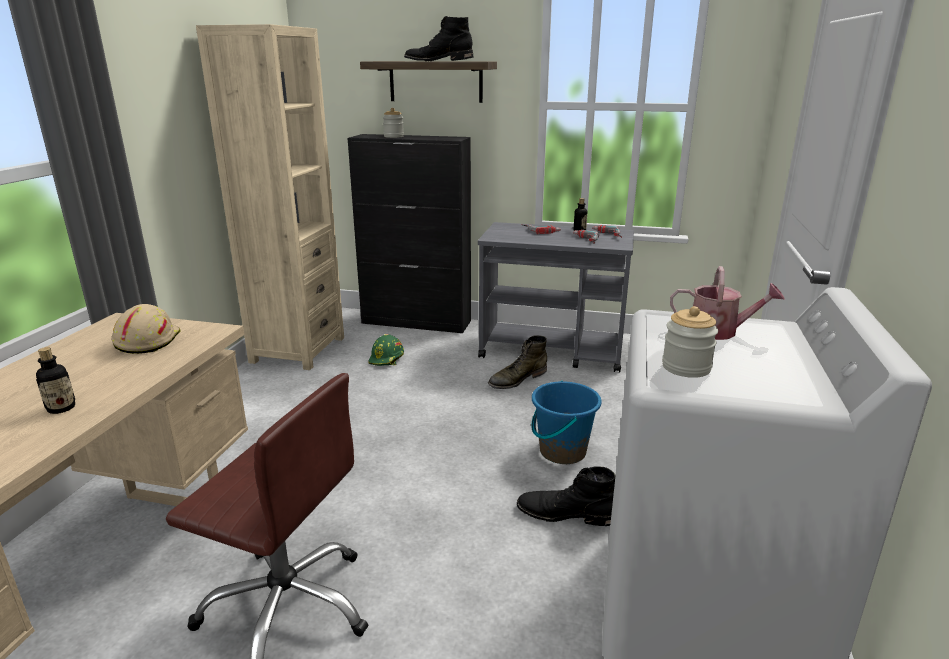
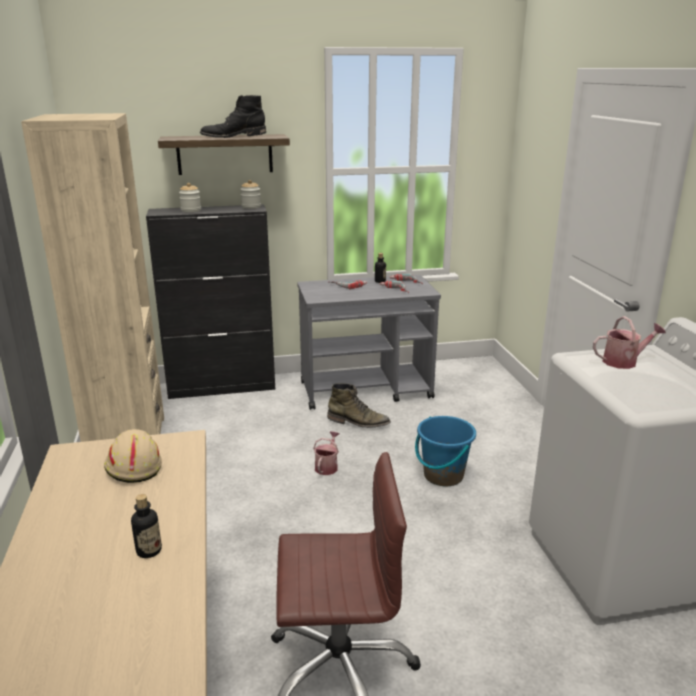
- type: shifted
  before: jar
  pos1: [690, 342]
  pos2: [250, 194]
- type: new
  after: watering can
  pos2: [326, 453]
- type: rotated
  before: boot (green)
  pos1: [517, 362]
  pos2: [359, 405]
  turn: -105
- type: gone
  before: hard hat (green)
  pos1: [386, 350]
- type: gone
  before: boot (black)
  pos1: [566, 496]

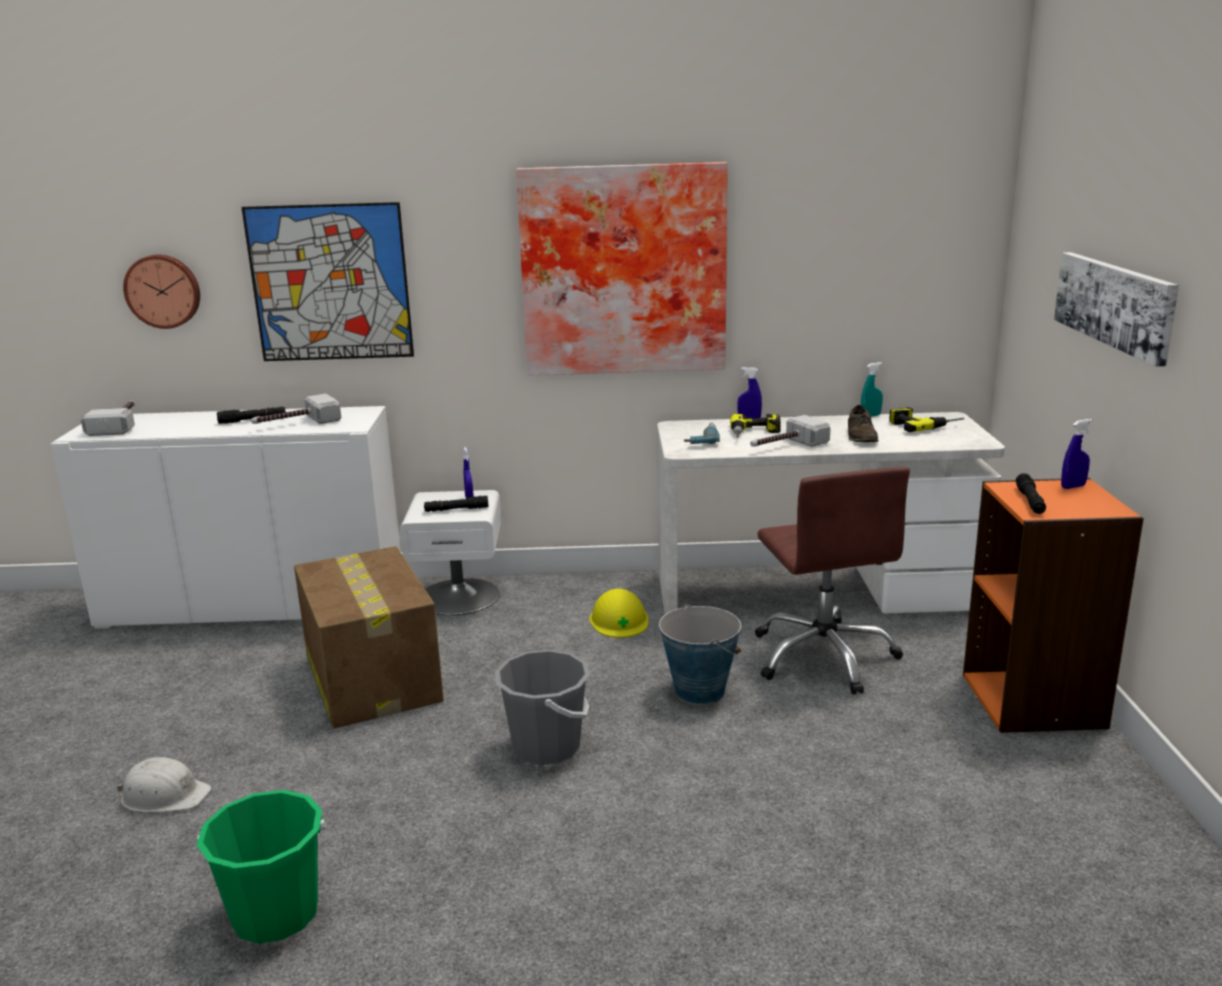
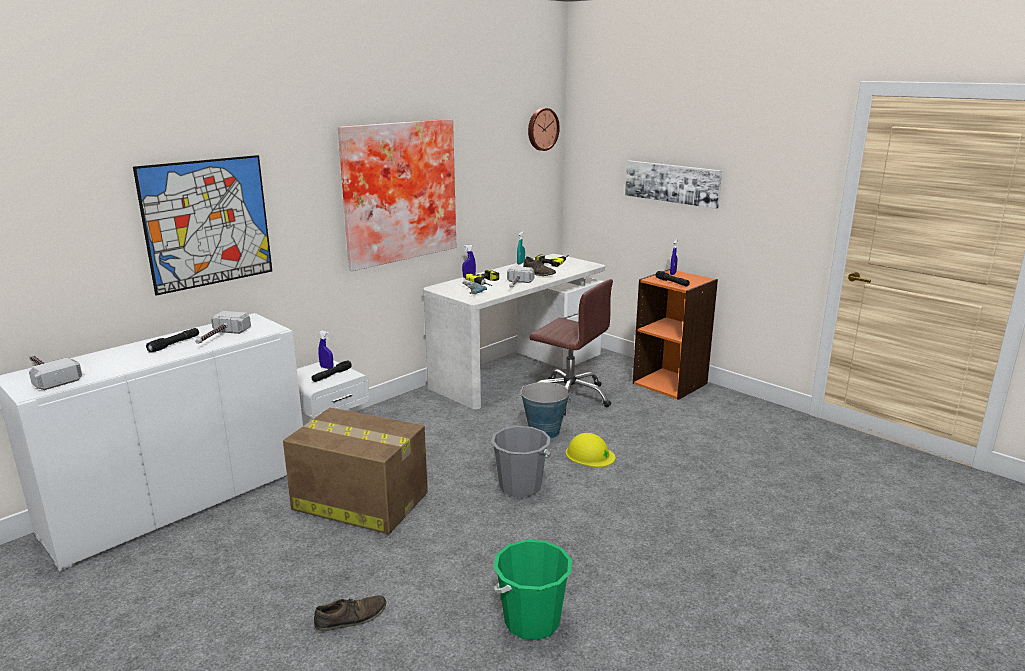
- type: swapped
  before: hard hat (white)
  after: shoe (brown)
  pos1: [164, 785]
  pos2: [350, 613]
- type: shifted
  before: wall clock
  pos1: [161, 292]
  pos2: [544, 129]
- type: shifted
  before: hard hat (yellow)
  pos1: [619, 613]
  pos2: [591, 450]

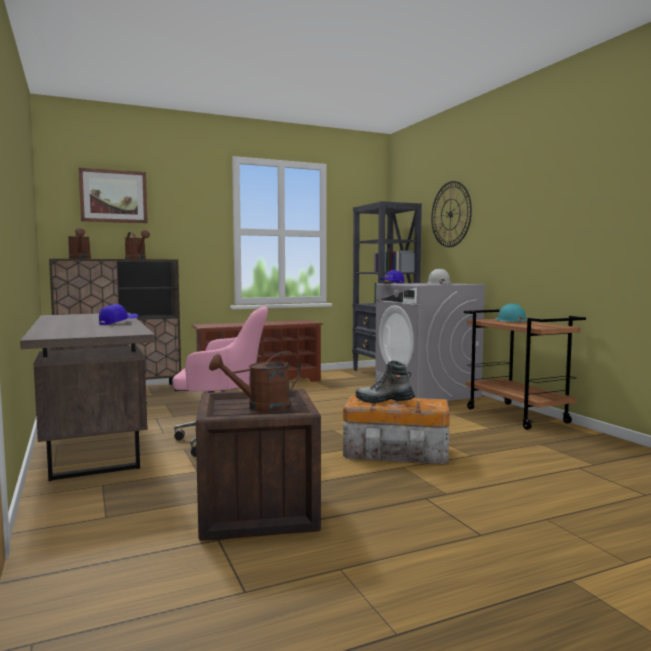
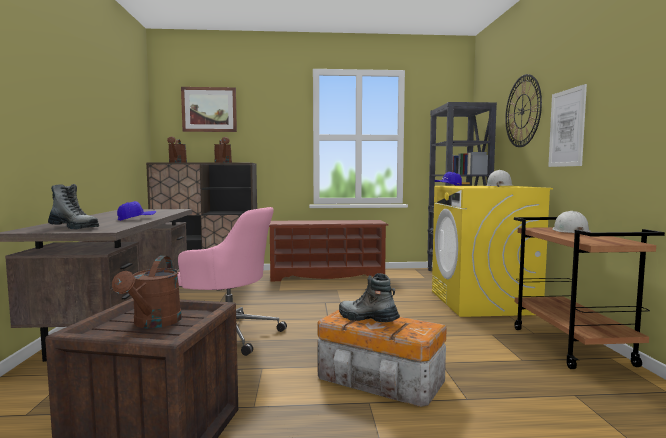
- type: new
  after: boot
  pos2: [73, 206]
- type: rotated
  before: watering can (brown)
  pos1: [255, 381]
  pos2: [147, 292]
  turn: -90
- type: repainted
  before: washing machine (grey)
  after: washing machine (yellow)
  pos1: [431, 342]
  pos2: [492, 251]
- type: new
  after: picture
  pos2: [567, 125]
- type: repainted
  before: hard hat (turquoise)
  after: hard hat (white)
  pos1: [511, 313]
  pos2: [571, 222]

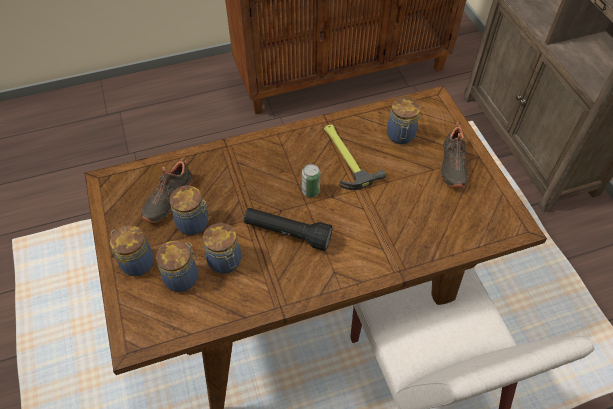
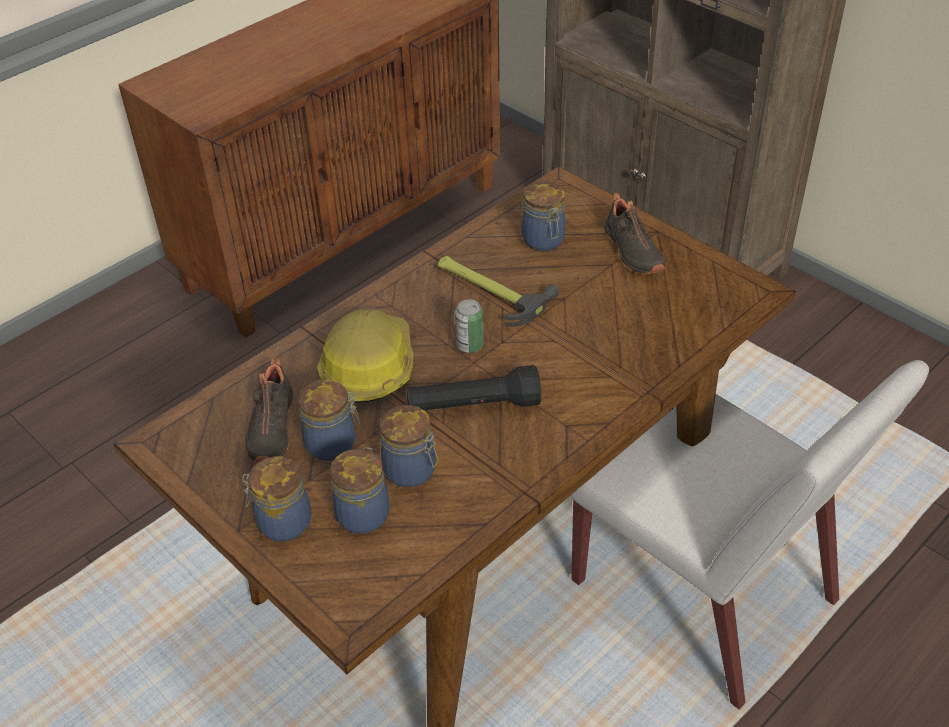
- type: new
  after: hard hat
  pos2: [365, 355]

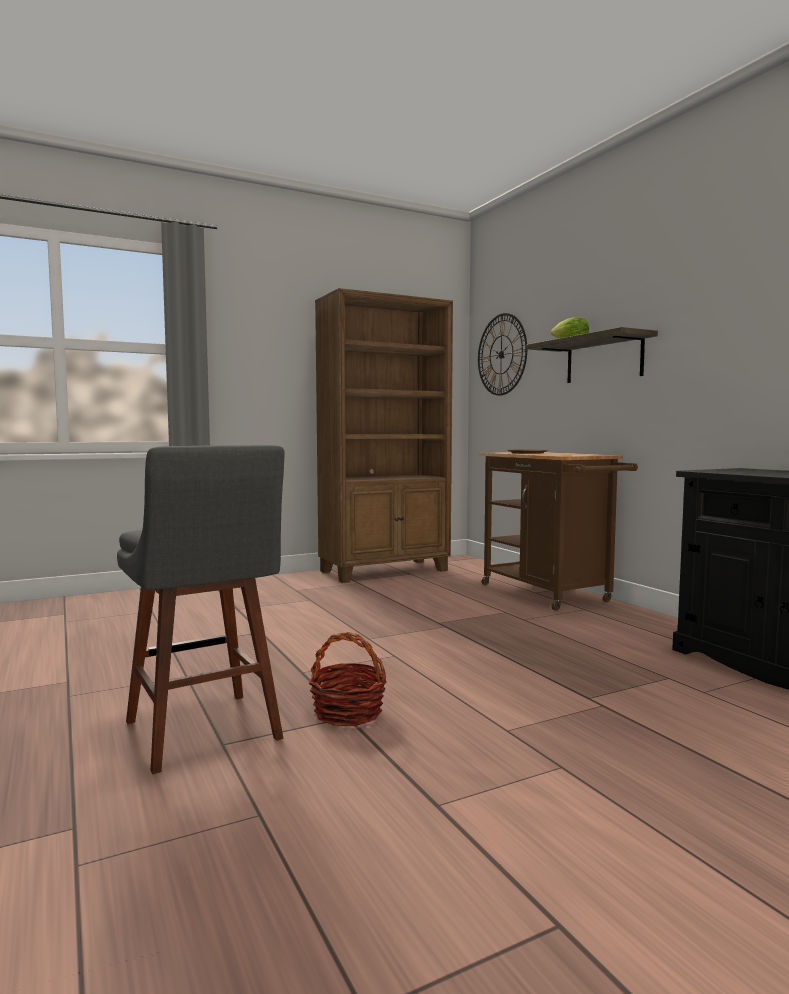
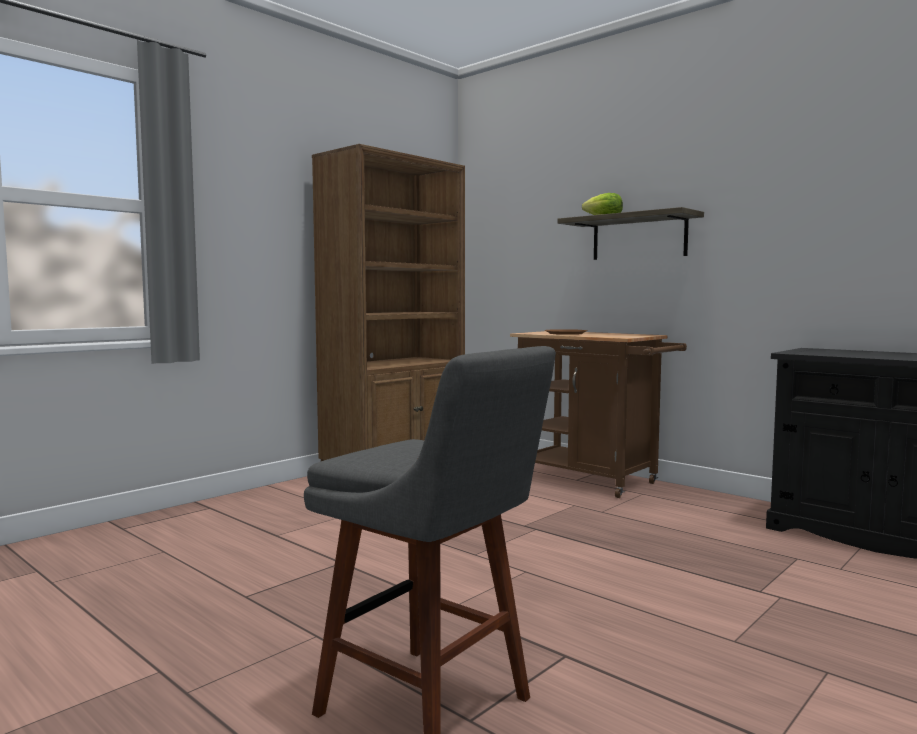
- type: gone
  before: basket
  pos1: [348, 679]
- type: gone
  before: wall clock
  pos1: [502, 354]

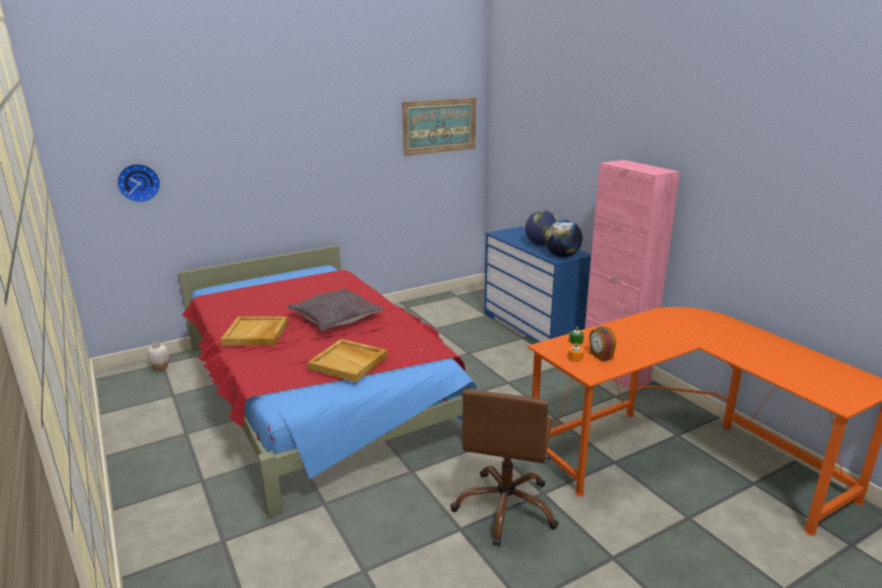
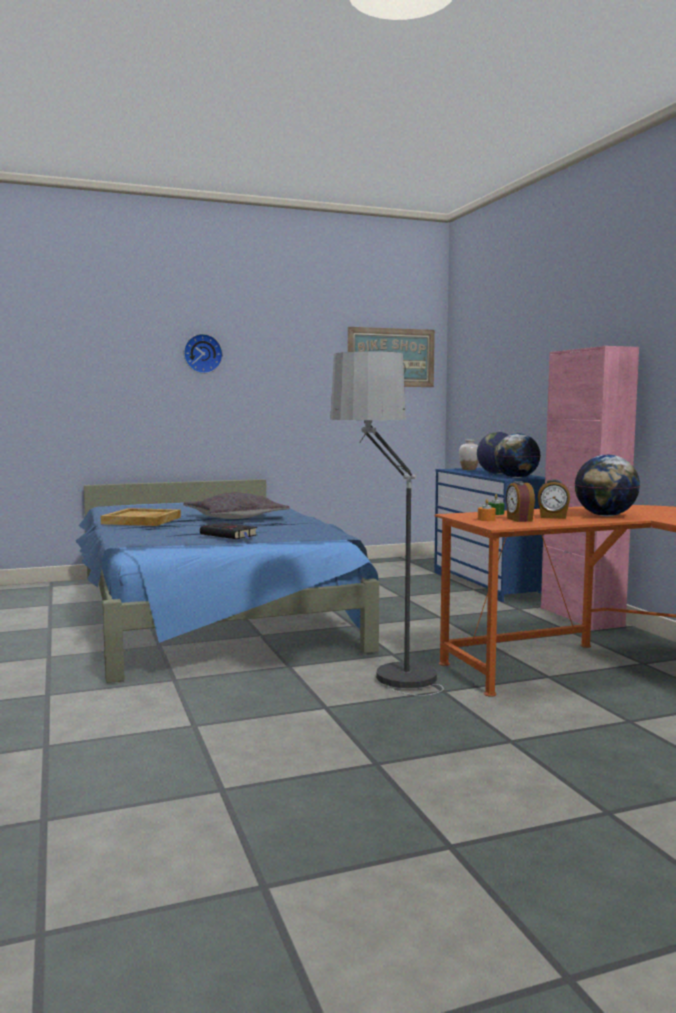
- type: repainted
  before: bed (red)
  after: bed (blue)
  pos1: [327, 381]
  pos2: [227, 581]
- type: shifted
  before: wall clock
  pos1: [139, 183]
  pos2: [203, 354]
- type: swapped
  before: tray (beige)
  after: book (black)
  pos1: [347, 360]
  pos2: [228, 531]
- type: swapped
  before: office chair (brown)
  after: floor lamp
  pos1: [505, 468]
  pos2: [387, 523]
- type: shifted
  before: vase (white)
  pos1: [158, 356]
  pos2: [469, 455]
- type: new
  after: alarm clock
  pos2: [554, 499]
- type: new
  after: globe
  pos2: [607, 485]

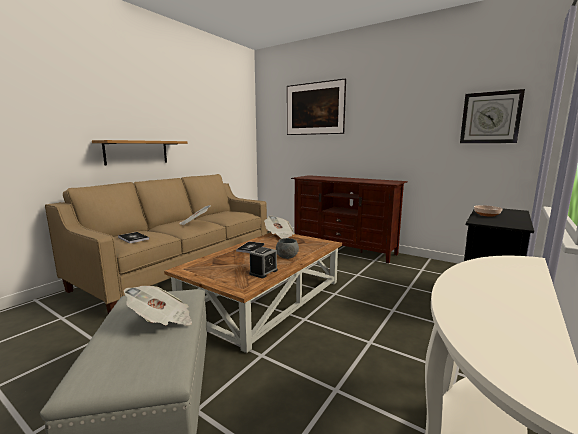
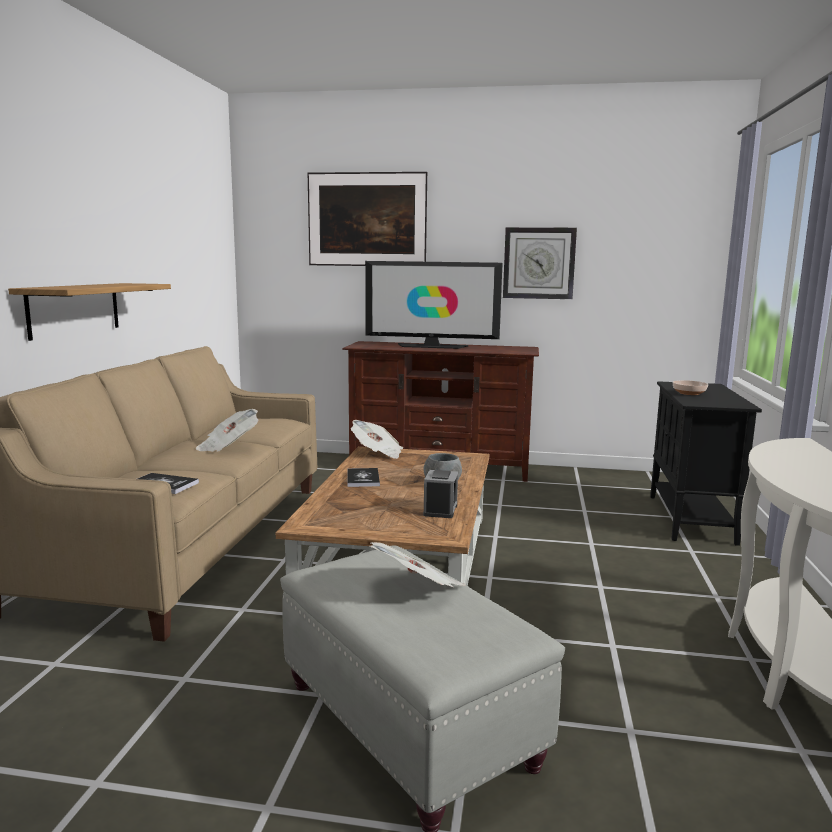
- type: new
  after: television
  pos2: [434, 305]
- type: shifted
  before: wall clock
  pos1: [492, 116]
  pos2: [540, 263]

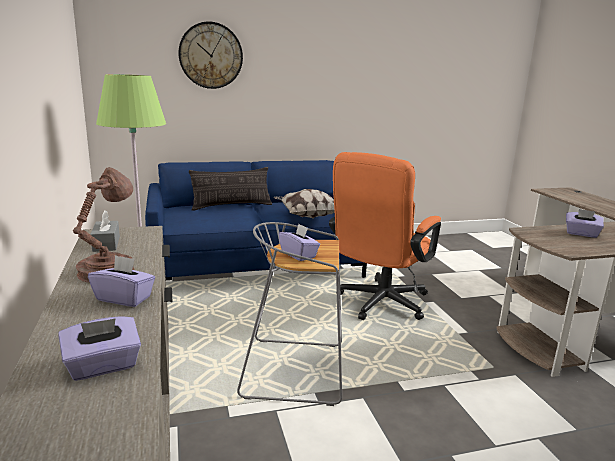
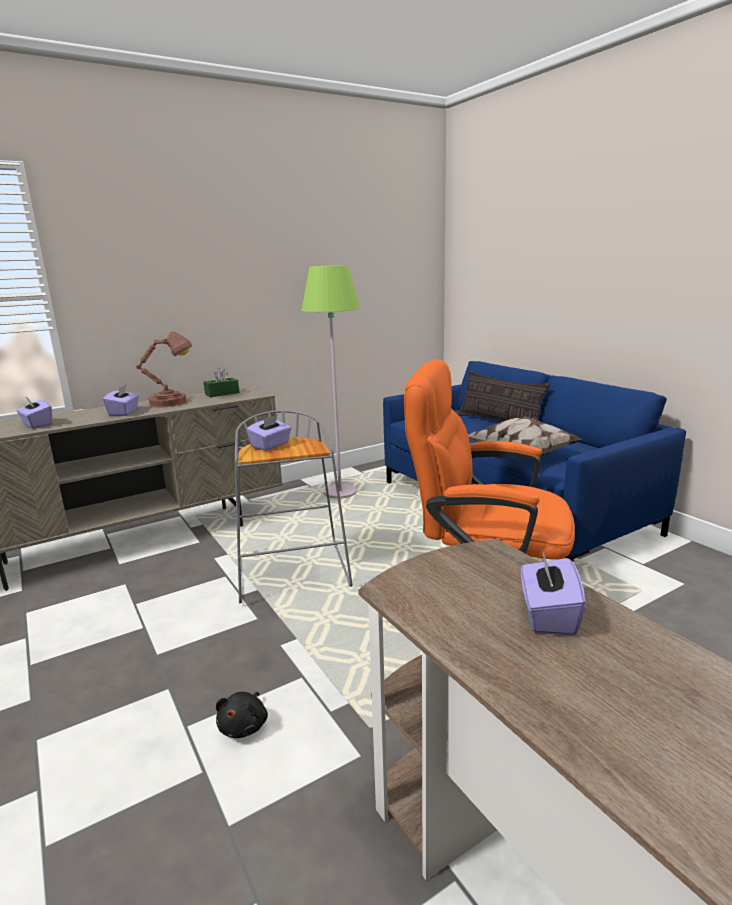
- type: repainted
  before: tissue box (grey)
  after: tissue box (green)
  pos1: [105, 231]
  pos2: [221, 382]
- type: new
  after: plush toy (black)
  pos2: [242, 714]
- type: gone
  before: wall clock
  pos1: [210, 55]

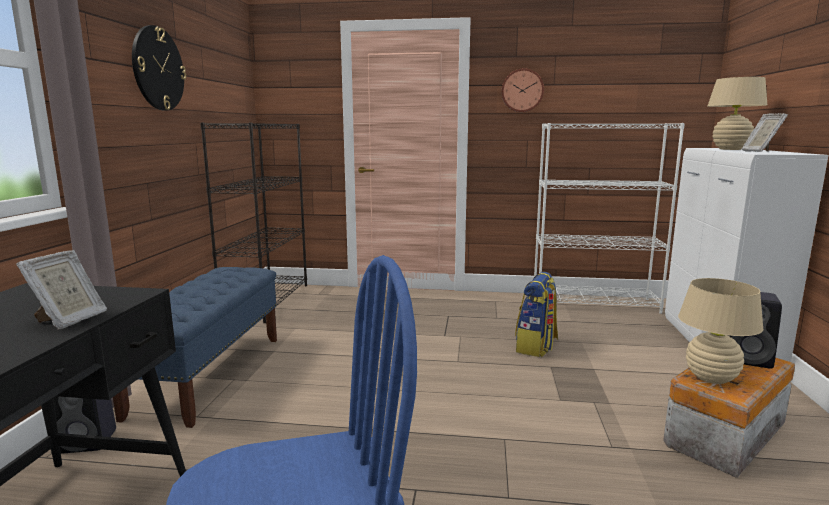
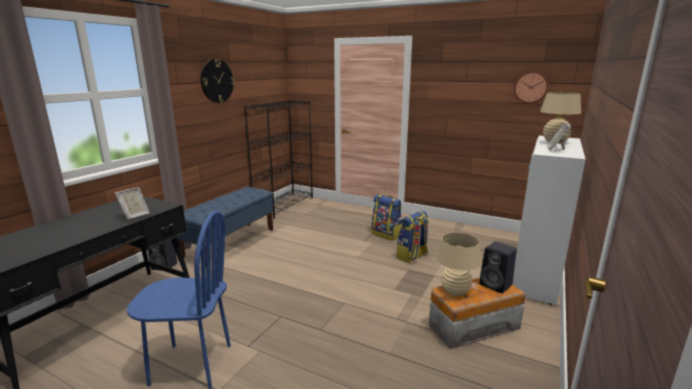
- type: new
  after: backpack
  pos2: [386, 217]
- type: shifted
  before: wall clock
  pos1: [522, 90]
  pos2: [531, 87]
- type: gone
  before: bookcase (white)
  pos1: [609, 218]

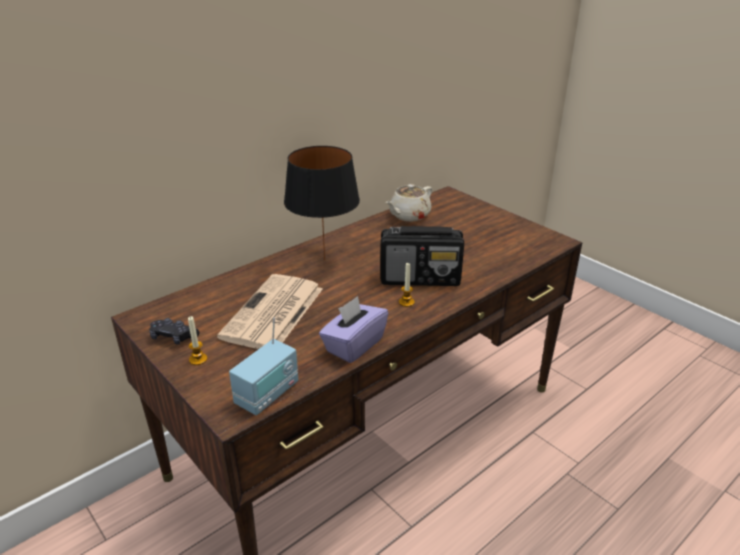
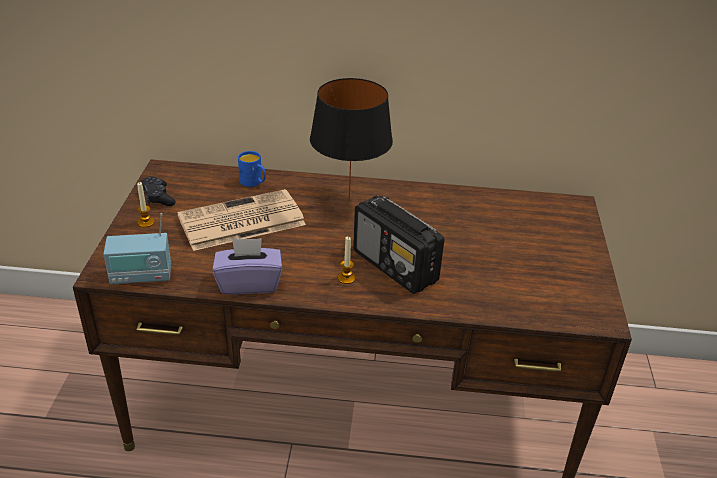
- type: new
  after: mug (blue)
  pos2: [252, 169]
- type: gone
  before: teapot (beige)
  pos1: [409, 203]

